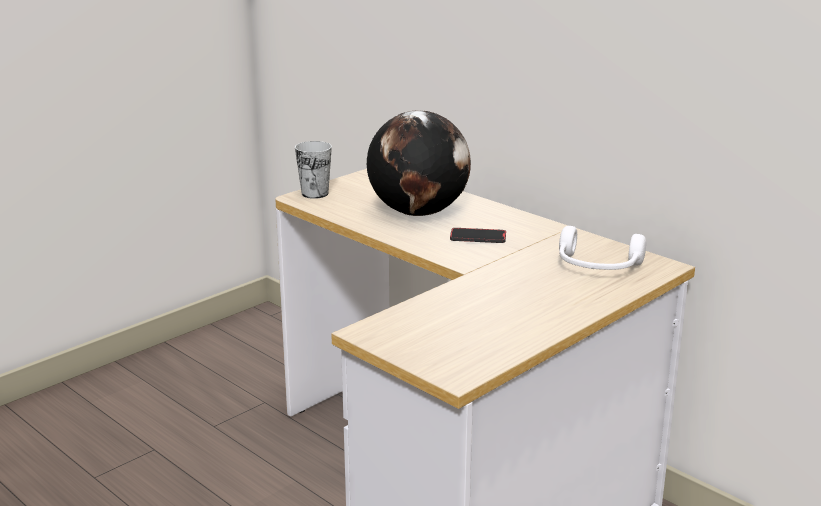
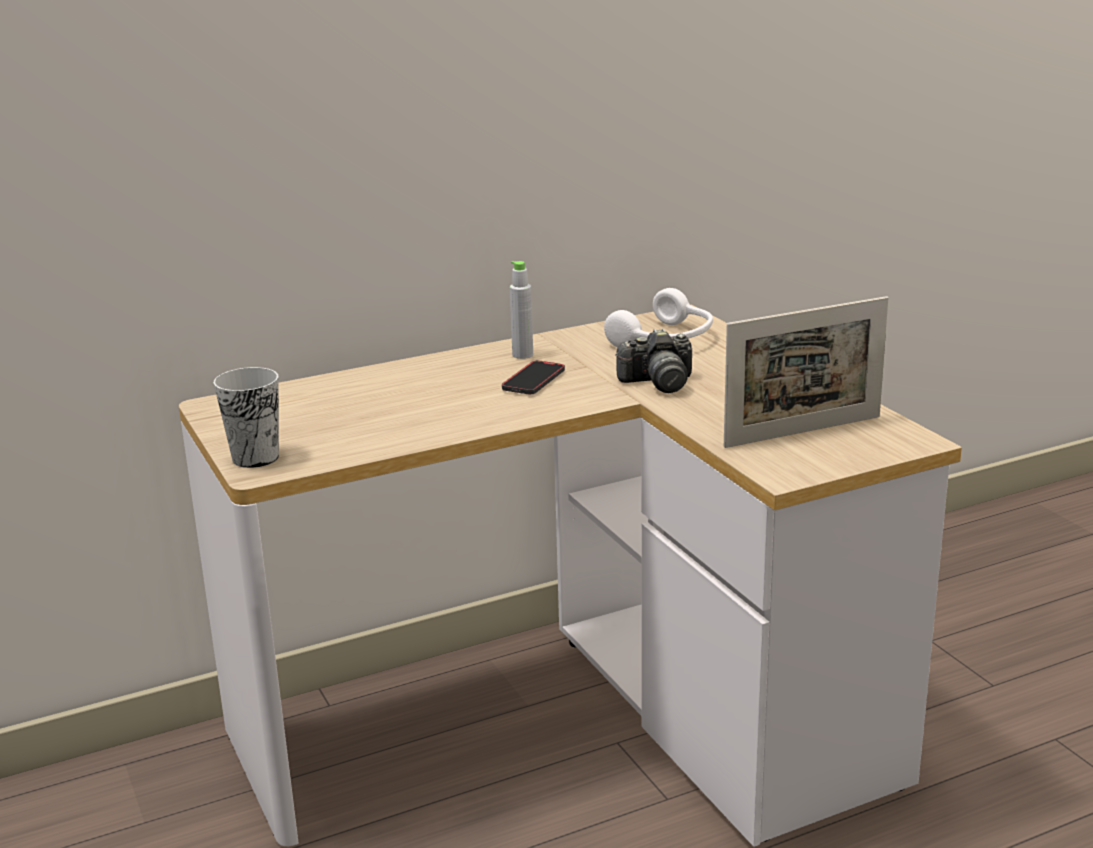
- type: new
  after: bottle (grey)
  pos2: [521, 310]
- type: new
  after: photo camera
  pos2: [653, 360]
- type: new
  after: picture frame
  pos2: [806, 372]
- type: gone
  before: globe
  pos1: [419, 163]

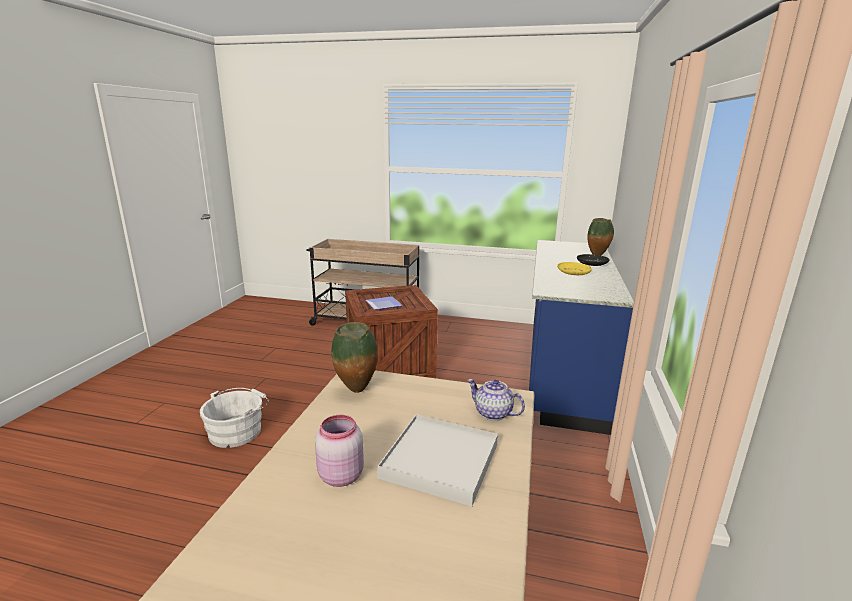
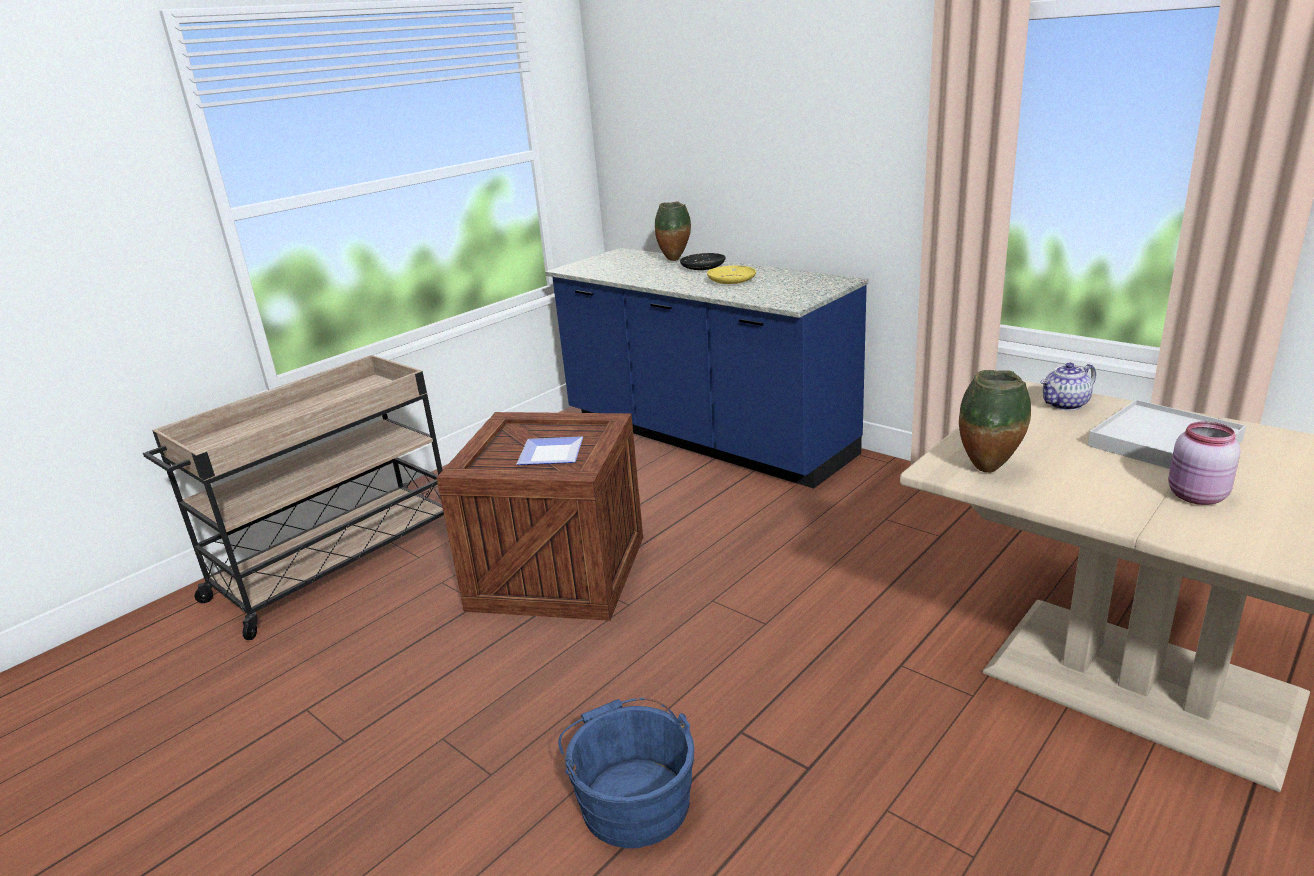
- type: repainted
  before: bucket (white)
  after: bucket (blue)
  pos1: [234, 418]
  pos2: [626, 773]

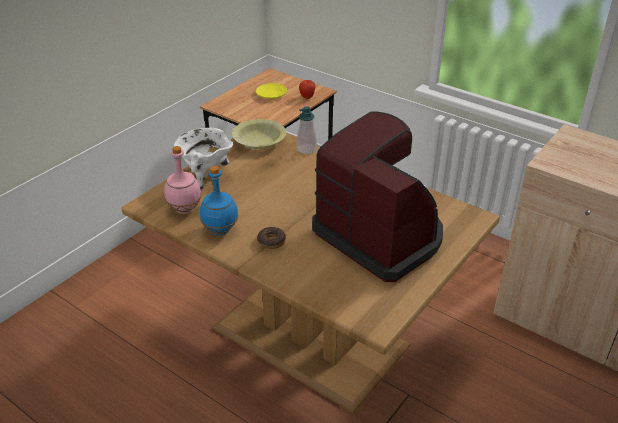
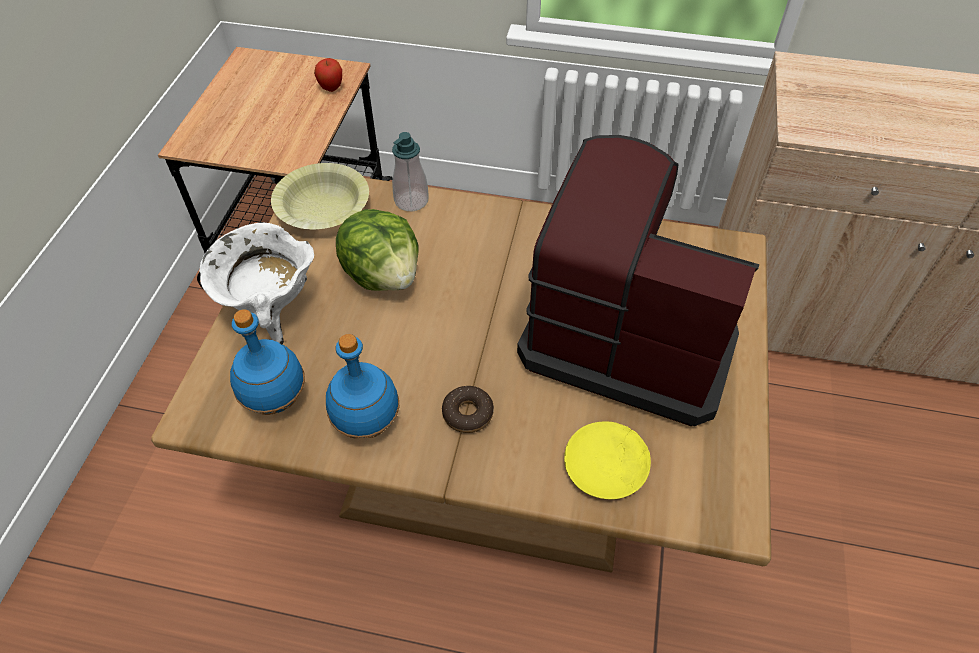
- type: repainted
  before: bottle (pink)
  after: bottle (blue)
  pos1: [183, 180]
  pos2: [267, 362]
- type: new
  after: lettuce
  pos2: [377, 250]
- type: shifted
  before: plate (yellow)
  pos1: [271, 91]
  pos2: [607, 460]

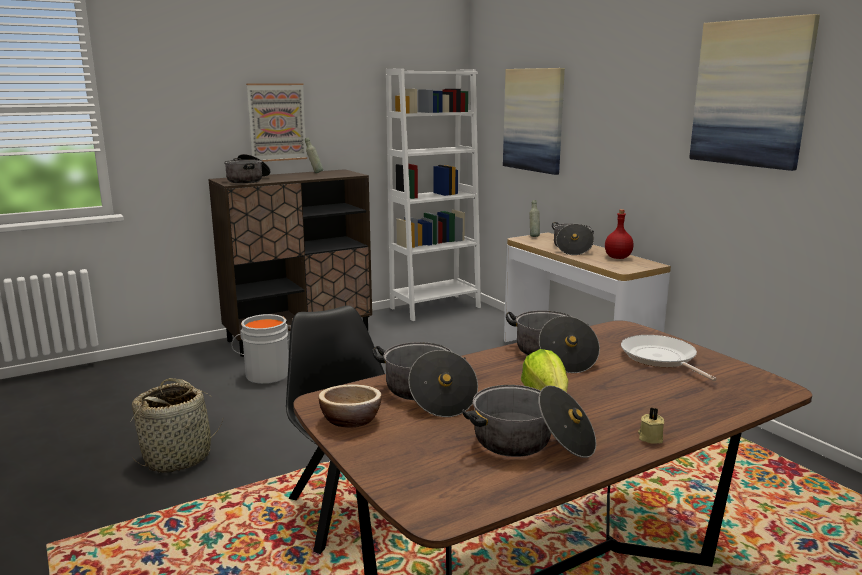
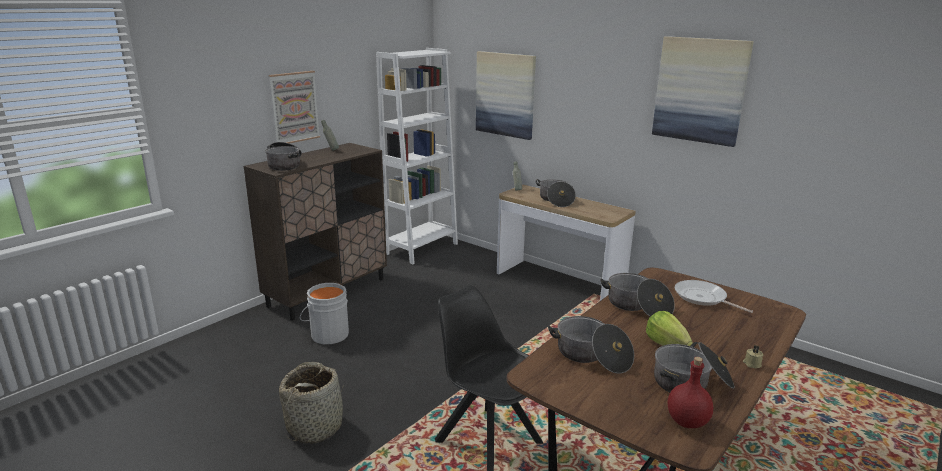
- type: shifted
  before: bottle (red)
  pos1: [619, 234]
  pos2: [690, 392]
- type: gone
  before: bowl
  pos1: [350, 405]

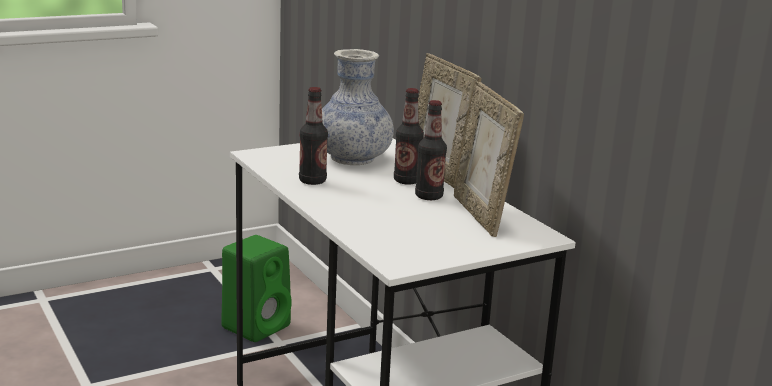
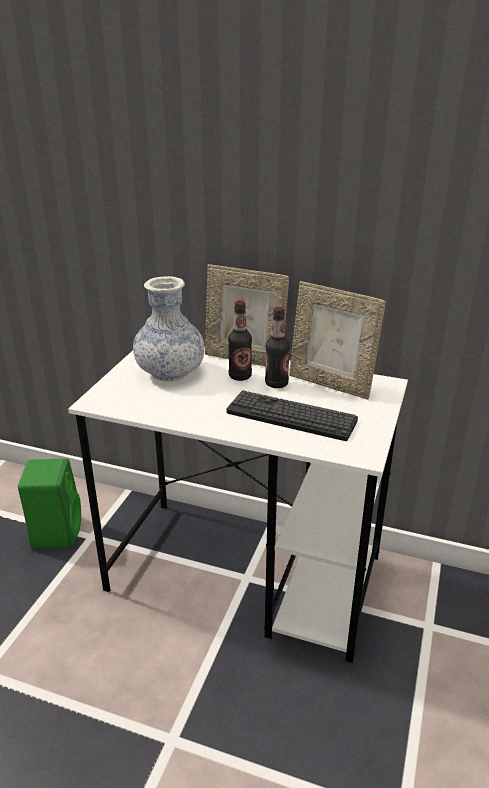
- type: new
  after: keyboard
  pos2: [292, 415]
- type: gone
  before: bottle
  pos1: [313, 136]

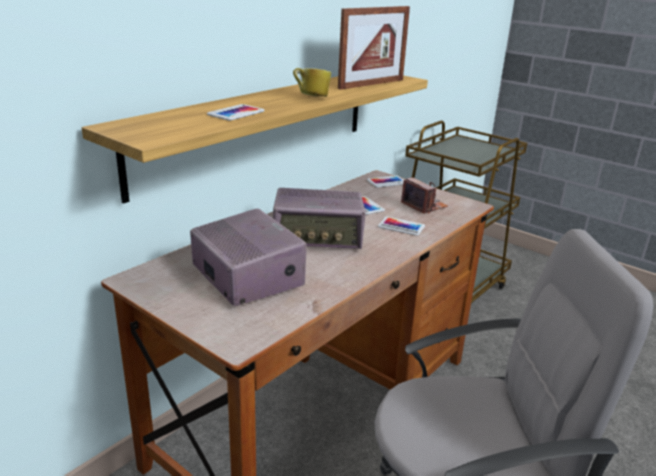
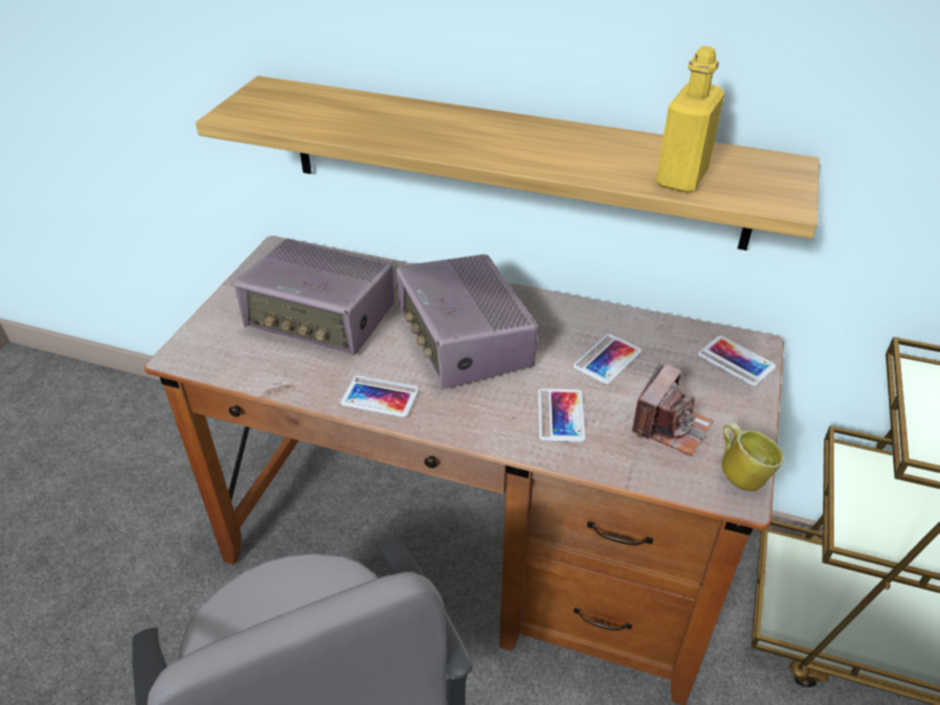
- type: rotated
  before: radio
  pos1: [248, 257]
  pos2: [314, 297]
  turn: 75
- type: shifted
  before: phone
  pos1: [235, 112]
  pos2: [380, 396]
- type: swapped
  before: picture frame
  after: bottle (yellow)
  pos1: [374, 48]
  pos2: [690, 119]
- type: shifted
  before: mug
  pos1: [312, 82]
  pos2: [753, 457]

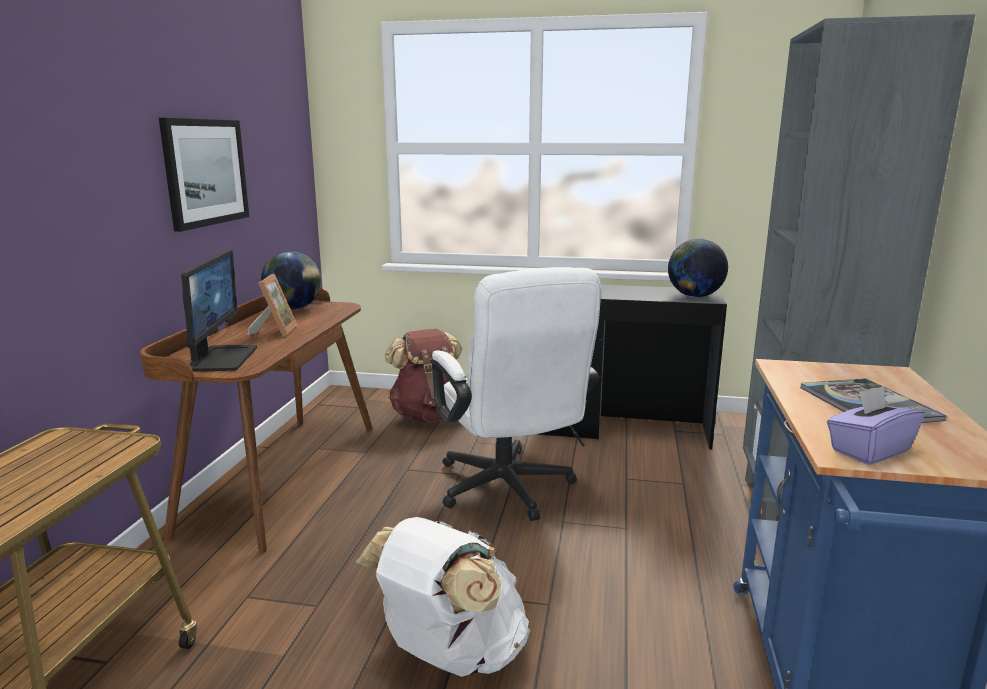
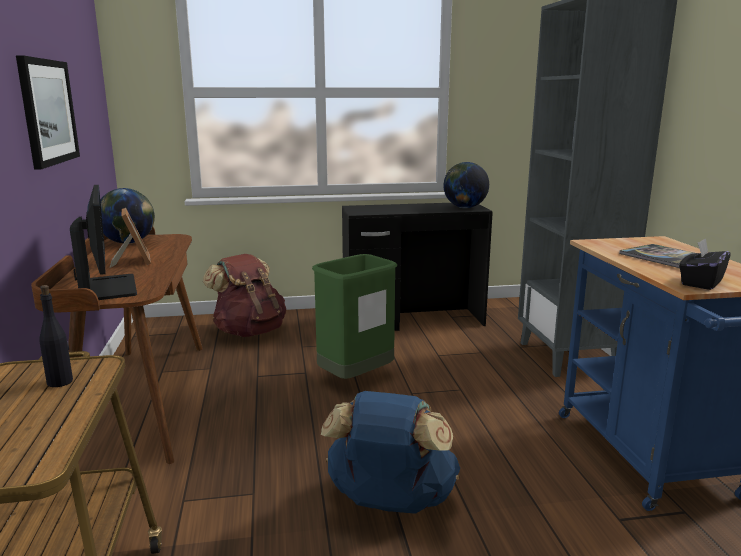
- type: new
  after: bottle (black)
  pos2: [56, 336]
- type: swapped
  before: office chair (white)
  after: trash can (green)
  pos1: [516, 394]
  pos2: [354, 316]
- type: repainted
  before: backpack (white)
  after: backpack (blue)
  pos1: [443, 597]
  pos2: [390, 452]
- type: repainted
  before: tissue box (purple)
  after: tissue box (black)
  pos1: [876, 425]
  pos2: [705, 264]

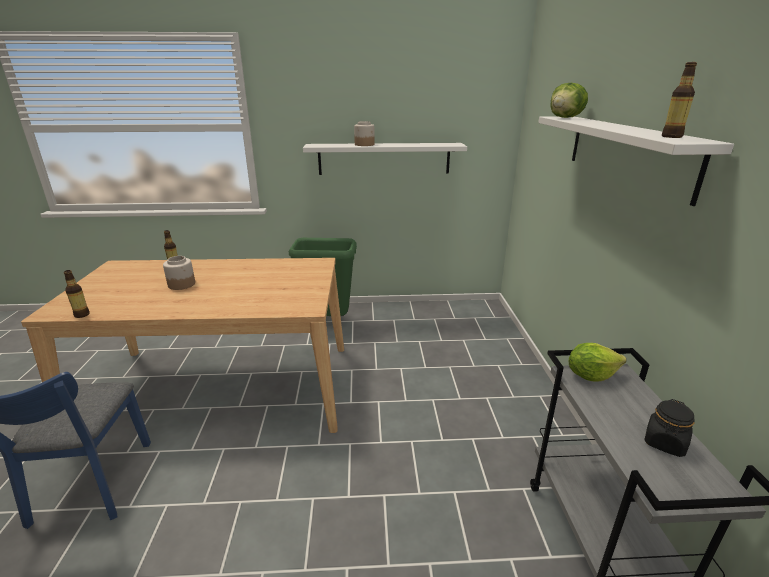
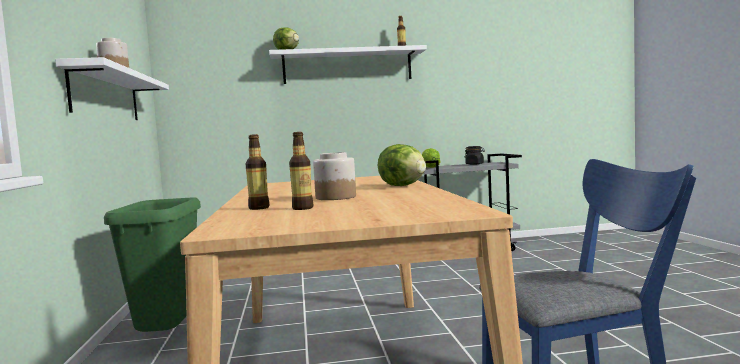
- type: shifted
  before: bottle
  pos1: [77, 294]
  pos2: [301, 171]
- type: new
  after: lettuce
  pos2: [402, 165]

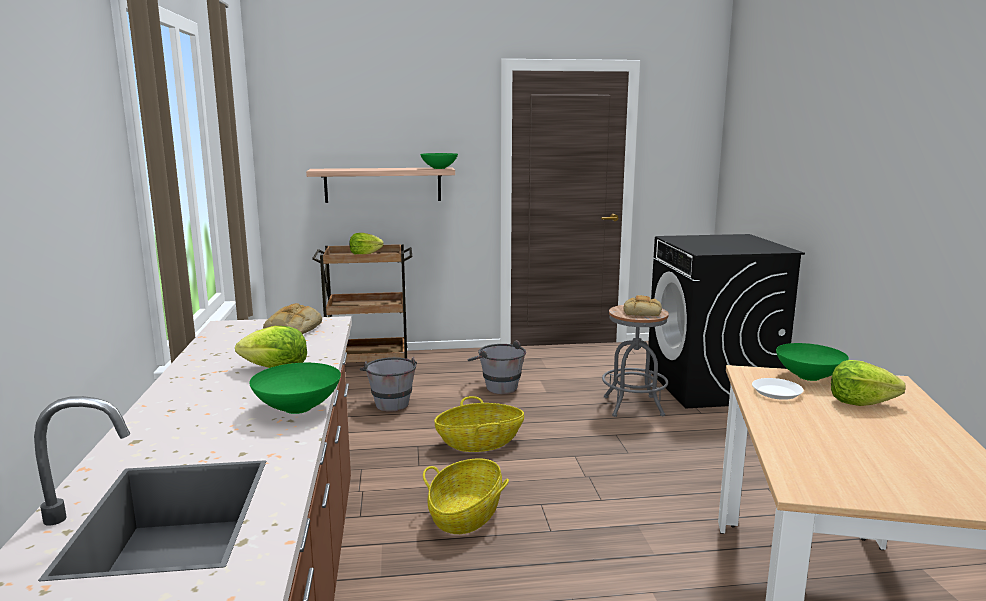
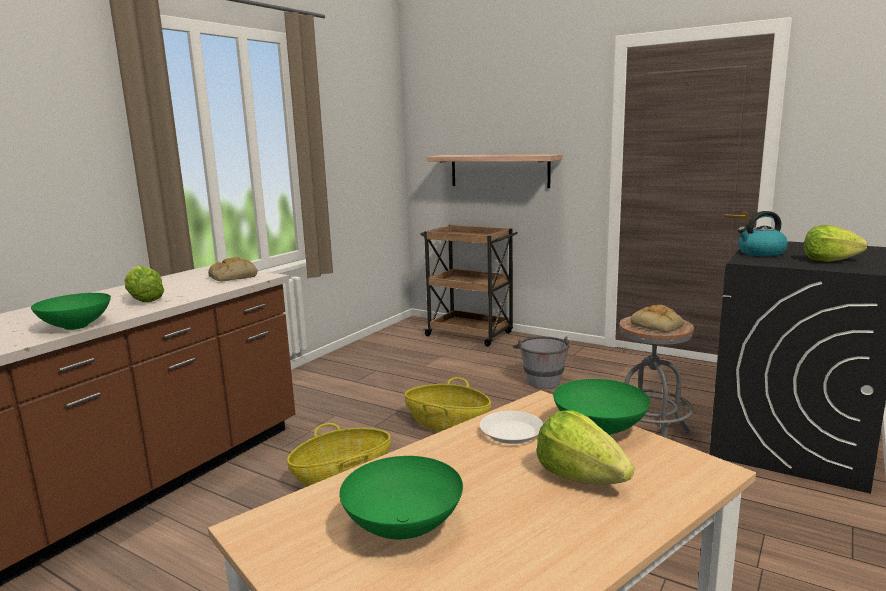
- type: shifted
  before: bowl (green)
  pos1: [439, 161]
  pos2: [401, 497]
- type: new
  after: kettle
  pos2: [763, 234]
- type: shifted
  before: lettuce
  pos1: [366, 243]
  pos2: [835, 243]
- type: gone
  before: bucket (grey)
  pos1: [388, 384]

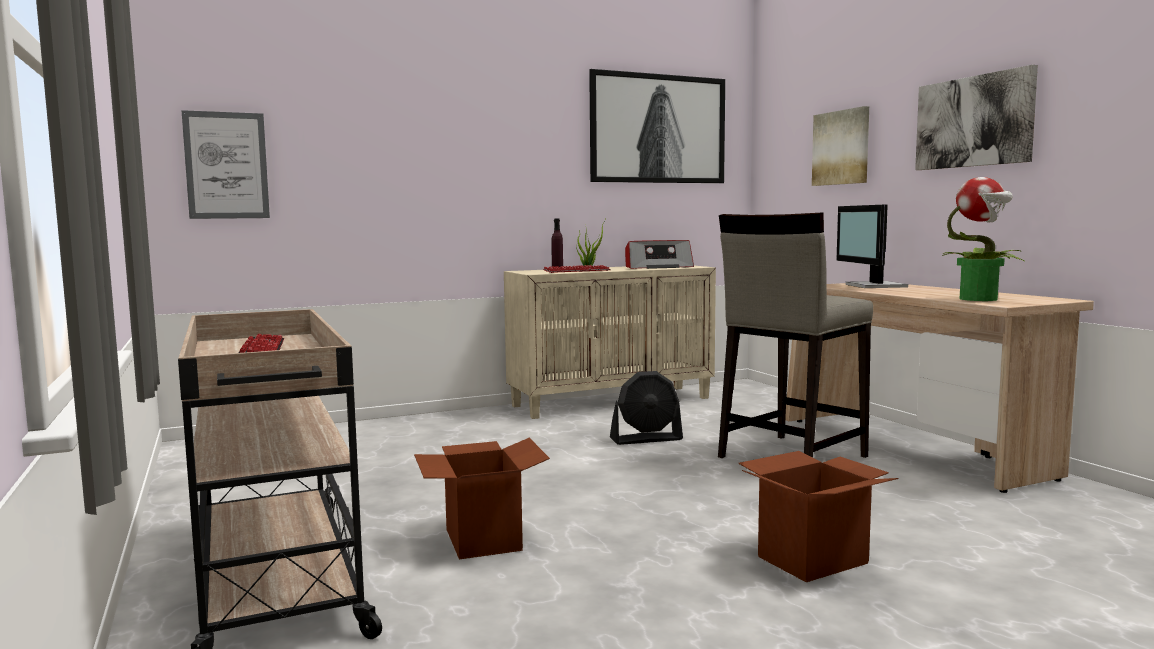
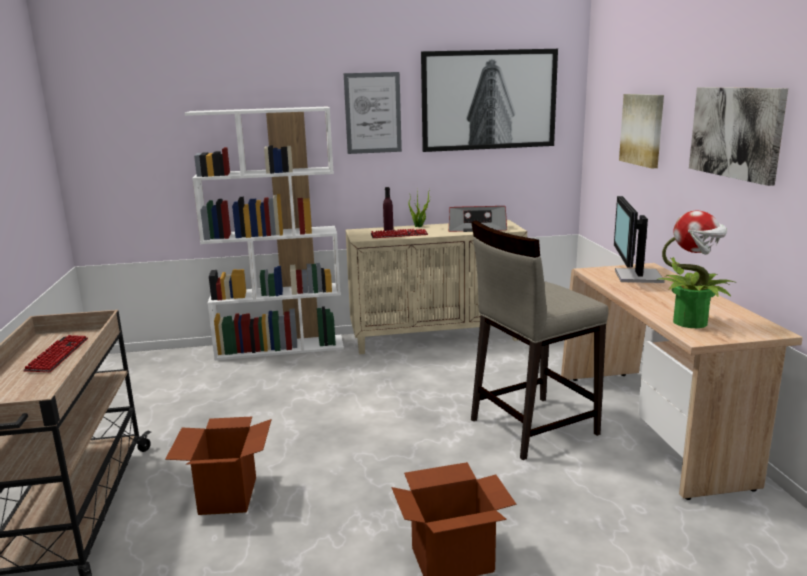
- type: new
  after: bookcase (white)
  pos2: [264, 233]
- type: shifted
  before: picture
  pos1: [225, 164]
  pos2: [373, 113]
- type: gone
  before: fan (black)
  pos1: [646, 408]

